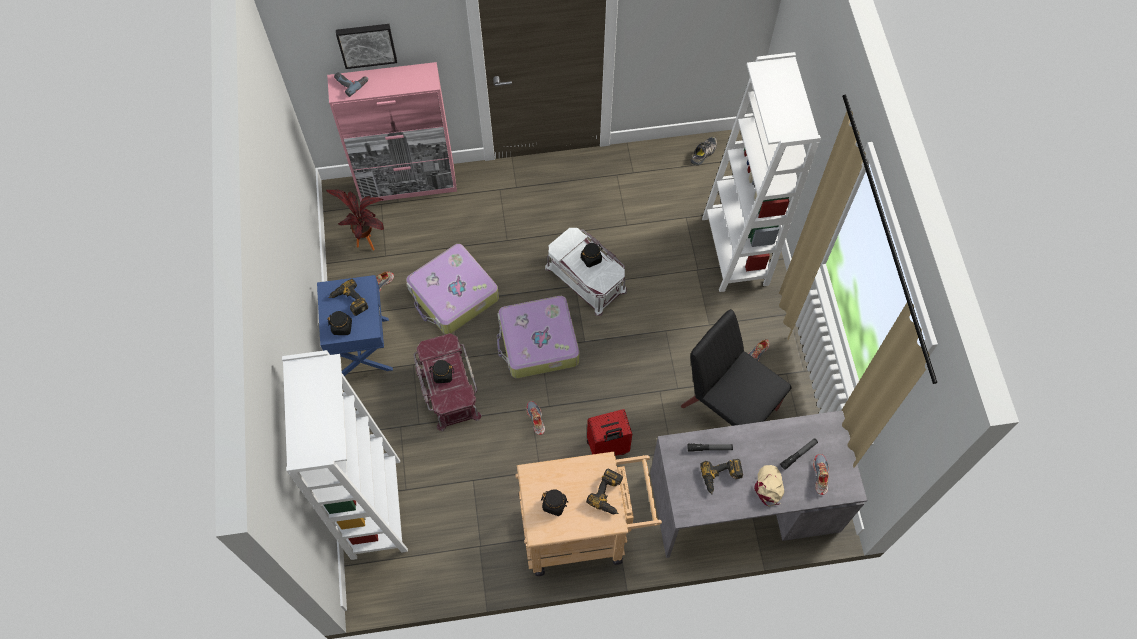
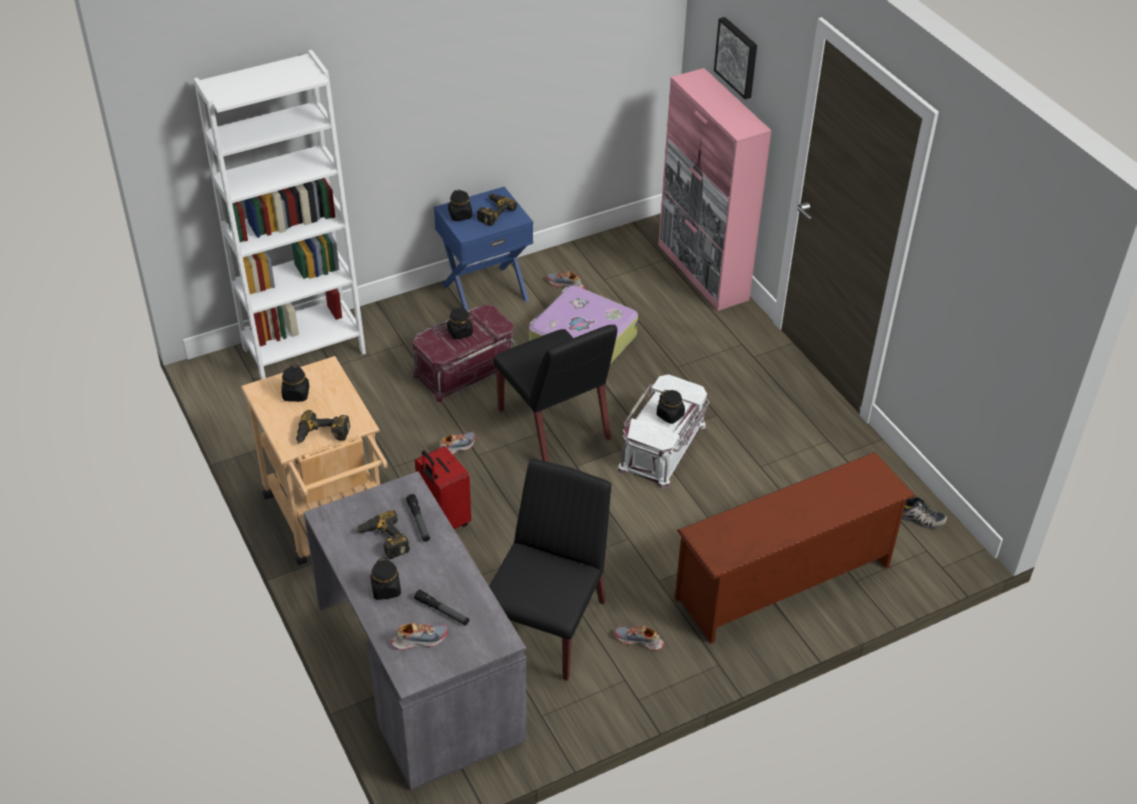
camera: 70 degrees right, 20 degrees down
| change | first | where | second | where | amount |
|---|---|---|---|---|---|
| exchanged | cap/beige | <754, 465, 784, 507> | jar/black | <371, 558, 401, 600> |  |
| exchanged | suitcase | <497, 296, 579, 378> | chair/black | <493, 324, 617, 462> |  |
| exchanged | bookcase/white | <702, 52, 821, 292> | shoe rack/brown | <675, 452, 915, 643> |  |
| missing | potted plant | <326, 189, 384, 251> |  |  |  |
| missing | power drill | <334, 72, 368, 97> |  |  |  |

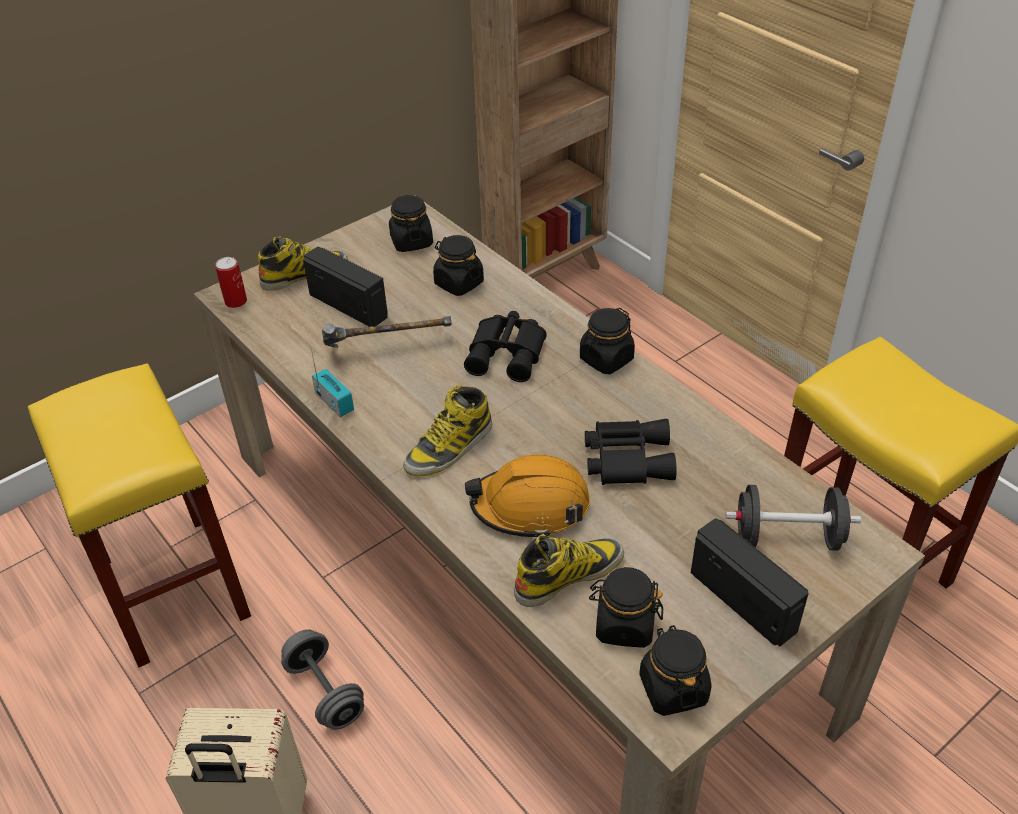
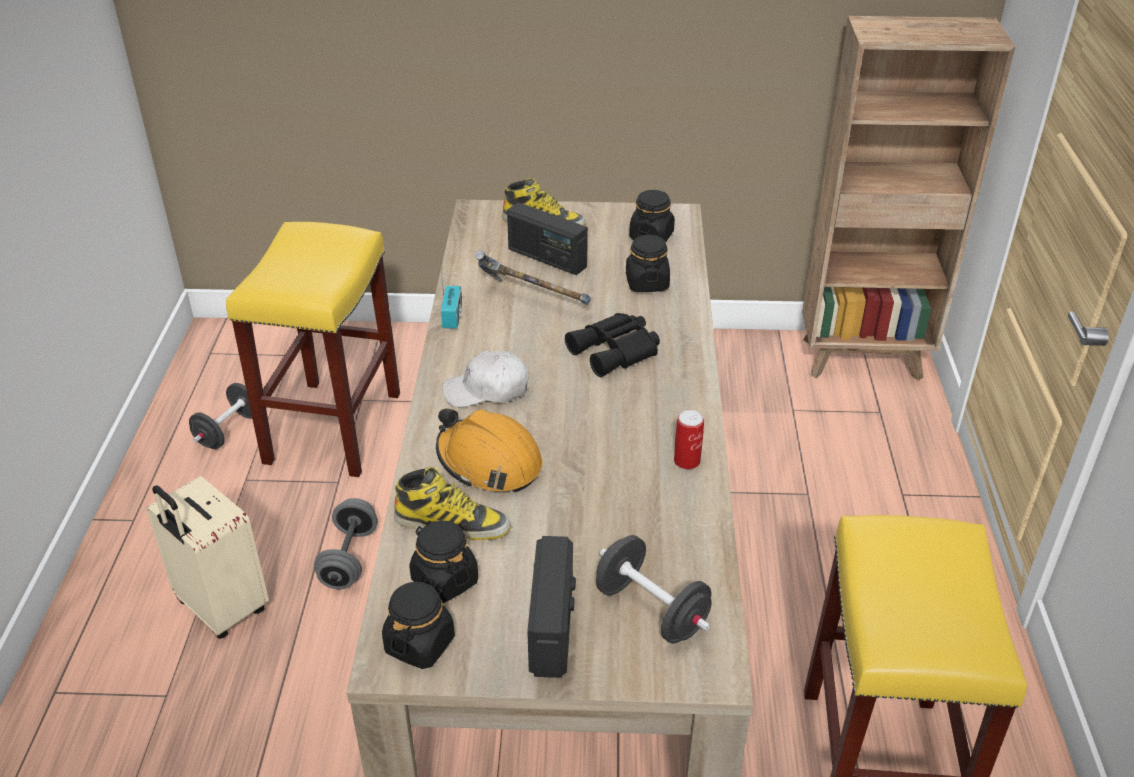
camera: 40 degrees right, 5 degrees down
| change | first | where | second | where | amount |
|---|---|---|---|---|---|
| appeared |  |  | dumbbell/black | <189, 383, 252, 449> |  |
| exchanged | boot | <403, 386, 492, 476> | cap/white | <442, 350, 528, 407> |  |
| spun | radio | <303, 246, 388, 327> |  | <507, 203, 588, 275> | 135 degrees clockwise |
| relocated | can | <215, 257, 247, 308> |  | <674, 410, 704, 469> |  |
| missing | jar/black | <580, 308, 635, 374> |  |  |  |
| missing | binoculars/black | <585, 419, 677, 485> |  |  |  |

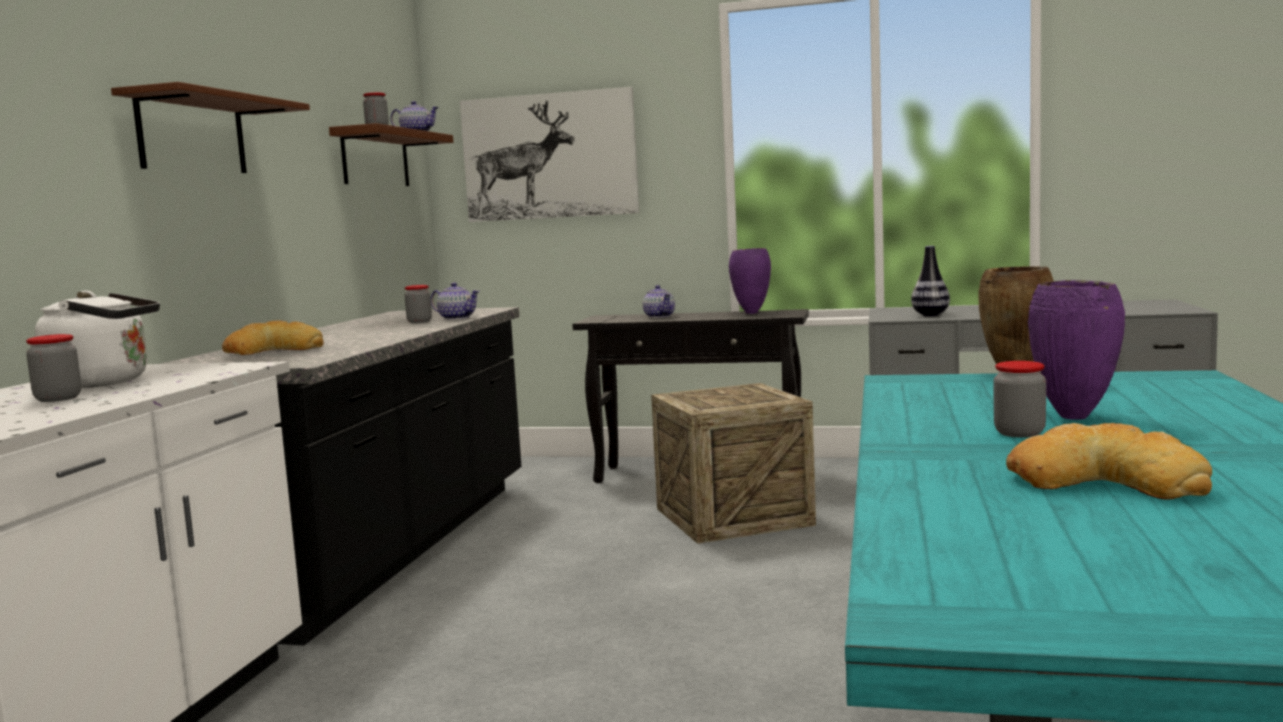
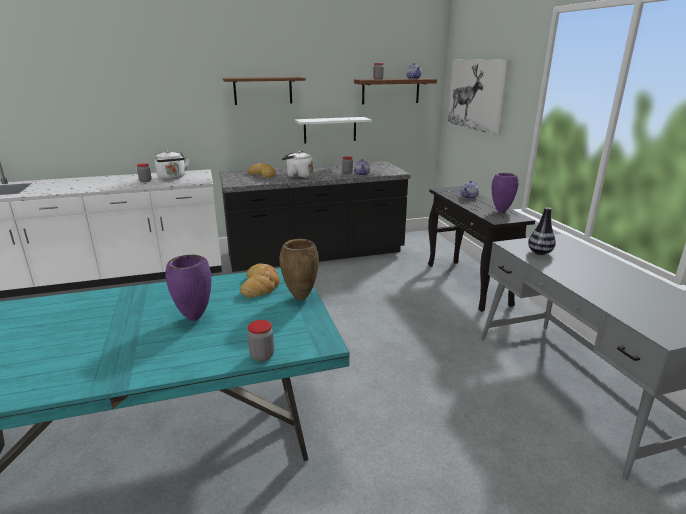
camera: 60 degrees right, 15 degrees up
| change | first | where | second | where | amount |
|---|---|---|---|---|---|
| relocated | bread | <1006, 423, 1212, 500> |  | <240, 264, 280, 298> |  |
| relocated | jar | <994, 361, 1046, 438> |  | <247, 320, 274, 361> |  |
| appeared |  |  | kettle/white | <282, 151, 313, 179> |  |
| appeared |  |  | shelf/white | <295, 117, 372, 144> |  |
| missing | crate | <651, 383, 816, 544> |  |  |  |

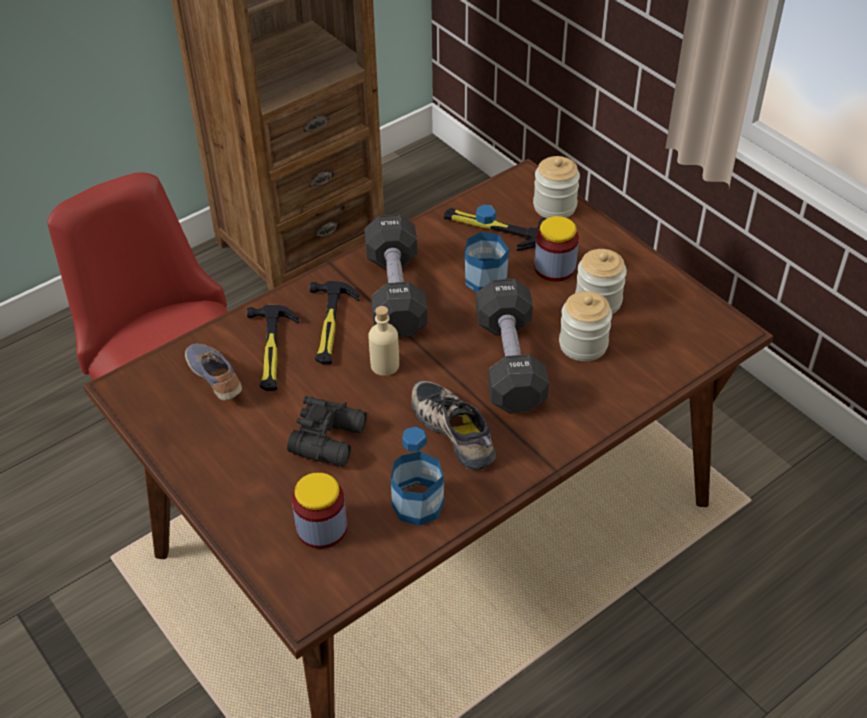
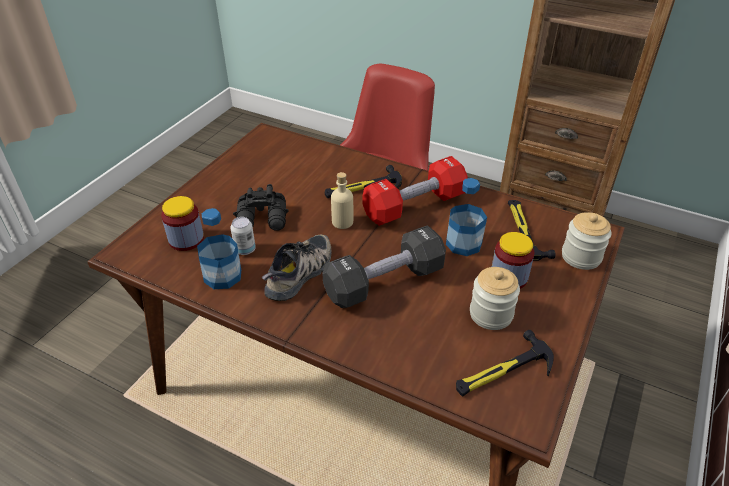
camera: 65 degrees right, 5 degrees down
| change | first | where | second | where | amount |
|---|---|---|---|---|---|
| appeared |  |  | can | <230, 217, 256, 255> |  |
| colour | dumbbell/black | <364, 214, 428, 337> | dumbbell/red | <362, 156, 468, 226> |  |
| relocated | hammer | <247, 305, 299, 391> |  | <456, 330, 554, 396> |  |
| missing | shoe | <185, 344, 242, 400> |  |  |  |
| missing | jar | <559, 291, 612, 361> |  |  |  |

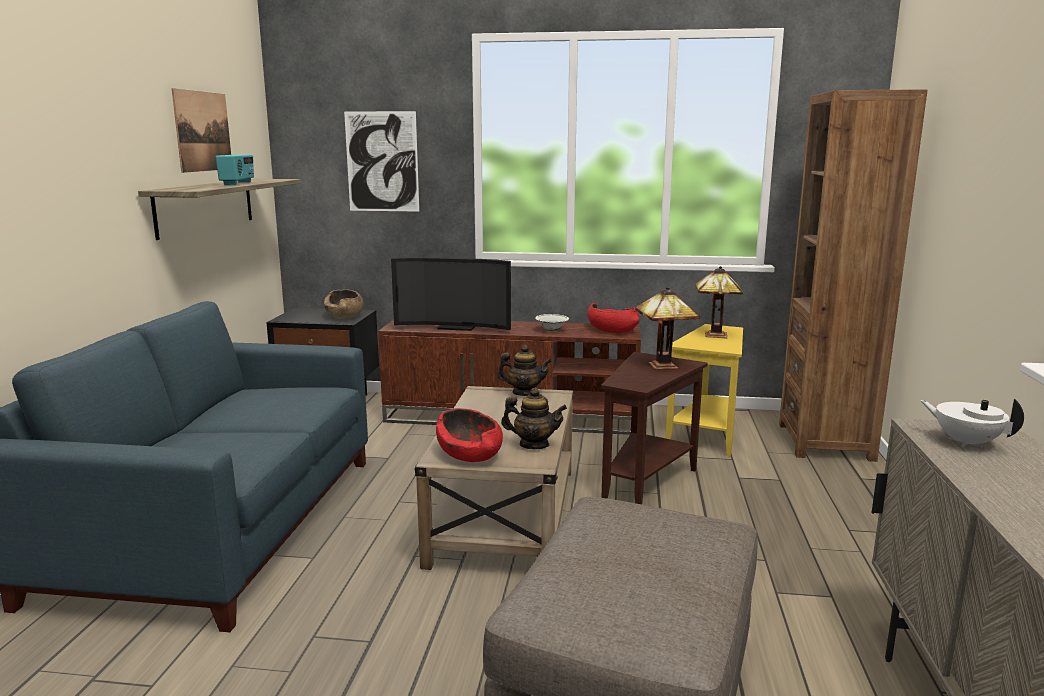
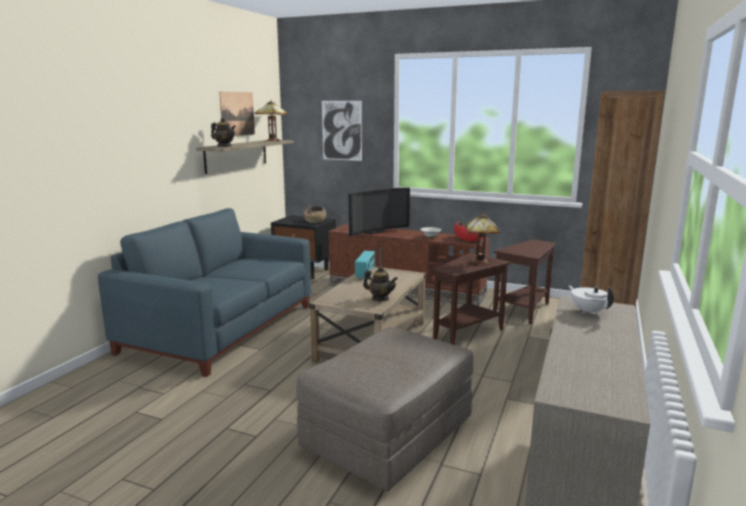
camera: 15 degrees right, 0 degrees up
| change | first | where | second | where | amount |
|---|---|---|---|---|---|
| relocated | teapot | <497, 345, 552, 396> |  | <211, 118, 236, 146> |  |
| relocated | table lamp | <695, 266, 743, 338> |  | <255, 100, 288, 141> |  |
| spun | television | <391, 257, 511, 331> |  | <349, 187, 410, 237> | 60 degrees counterclockwise |
| relocated | radio | <216, 154, 254, 185> |  | <355, 251, 375, 279> |  |
| colour | side table/yellow | <666, 324, 743, 456> | side table/brown | <493, 239, 556, 324> |  |
| missing | bowl/red | <436, 408, 503, 462> |  |  |  |

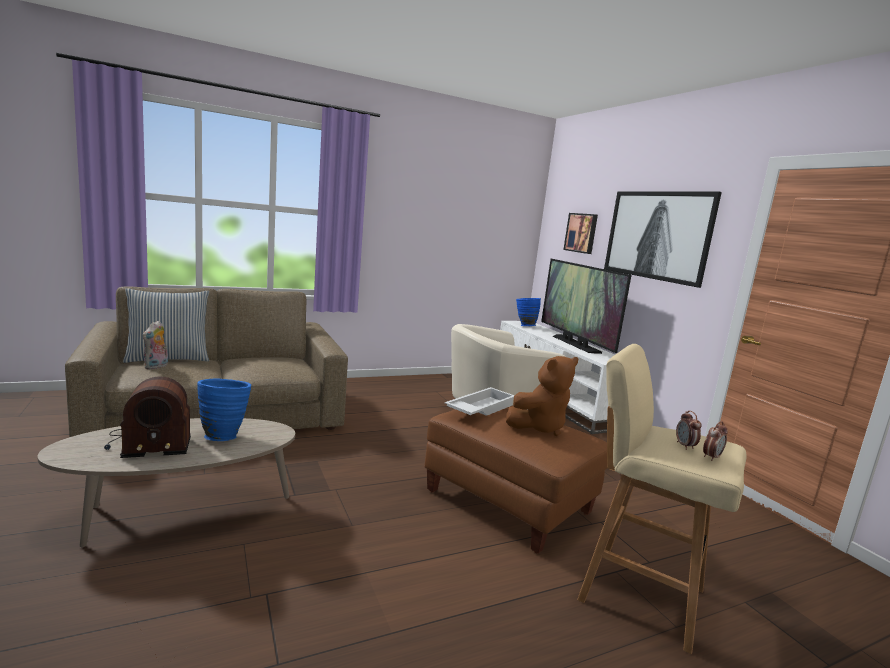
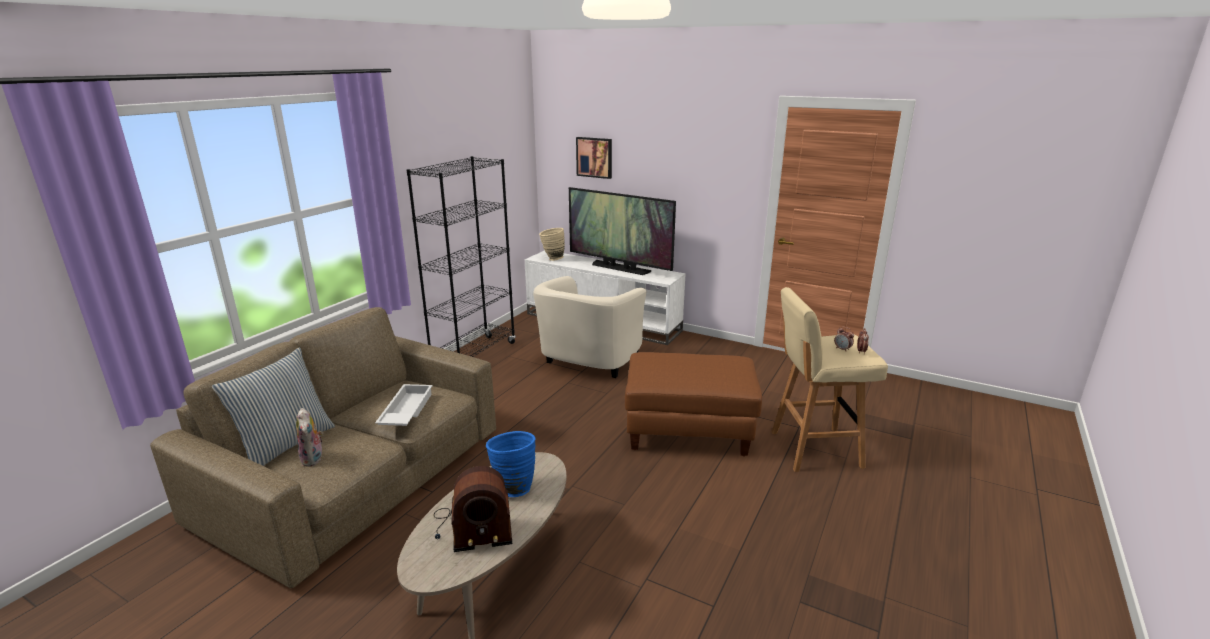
camera: 35 degrees left, 10 degrees up
| change | first | where | second | where | amount |
|---|---|---|---|---|---|
| relocated | tray/white | <445, 387, 515, 416> |  | <375, 384, 433, 426> |  |
| appeared |  |  | bookcase/black | <407, 156, 516, 356> |  |
| spun | radio | <104, 377, 191, 458> |  | <434, 466, 512, 552> | 45 degrees clockwise |
| colour | vase/blue | <516, 298, 541, 326> | vase/beige | <539, 228, 565, 261> |  |
| missing | plush toy/brown | <506, 356, 578, 436> |  |  |  |
| missing | picture | <604, 191, 722, 288> |  |  |  |

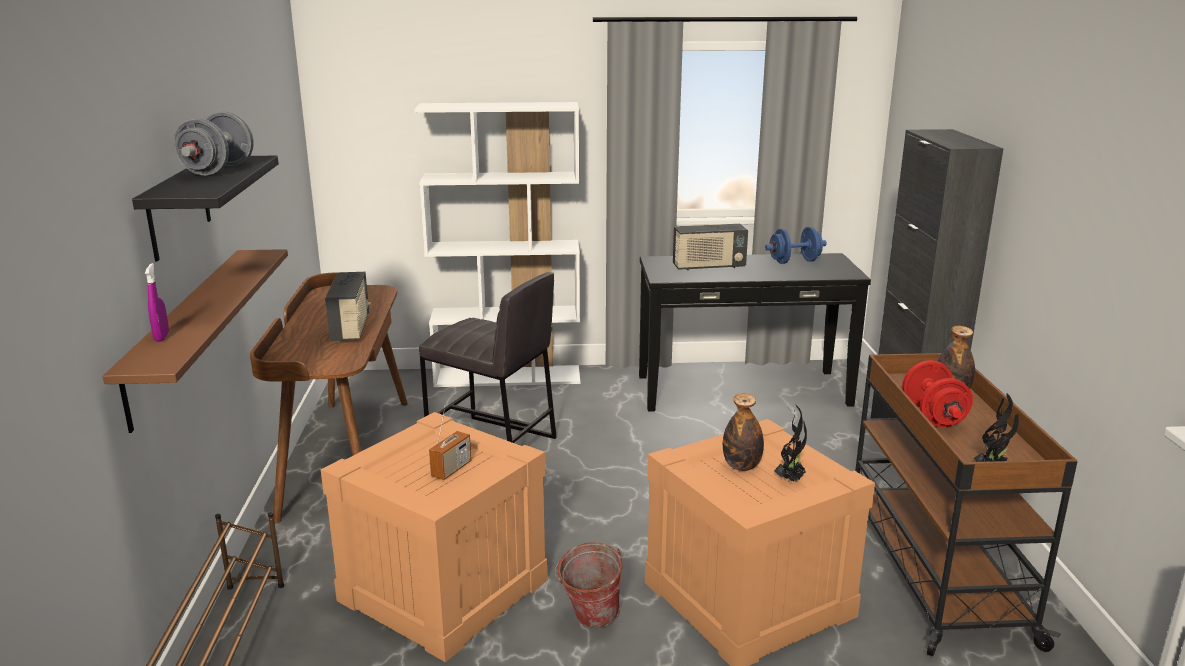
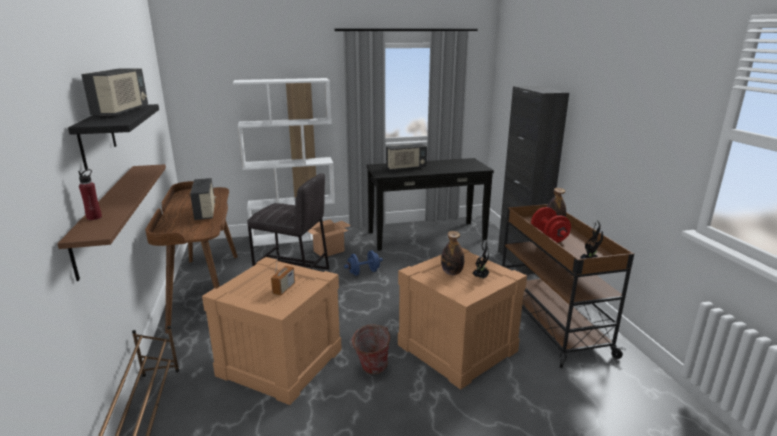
camera: 10 degrees left, 0 degrees up
| change | first | where | second | where | amount |
|---|---|---|---|---|---|
| exchanged | spray bottle/purple | <145, 263, 169, 342> | bottle/red | <78, 169, 102, 220> |  |
| exchanged | dumbbell/grey | <174, 111, 254, 175> | radio | <81, 69, 148, 116> |  |
| appeared |  |  | cardboard box | <308, 219, 351, 258> |  |
| relocated | dumbbell/blue | <765, 227, 827, 264> |  | <344, 250, 383, 276> |  |

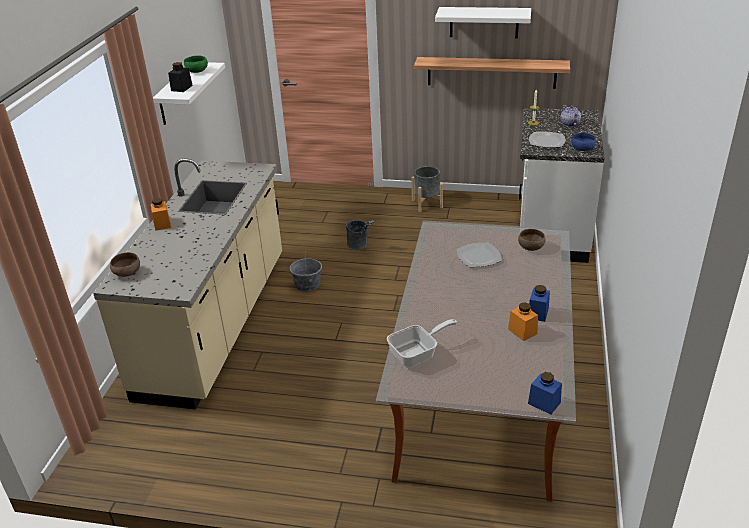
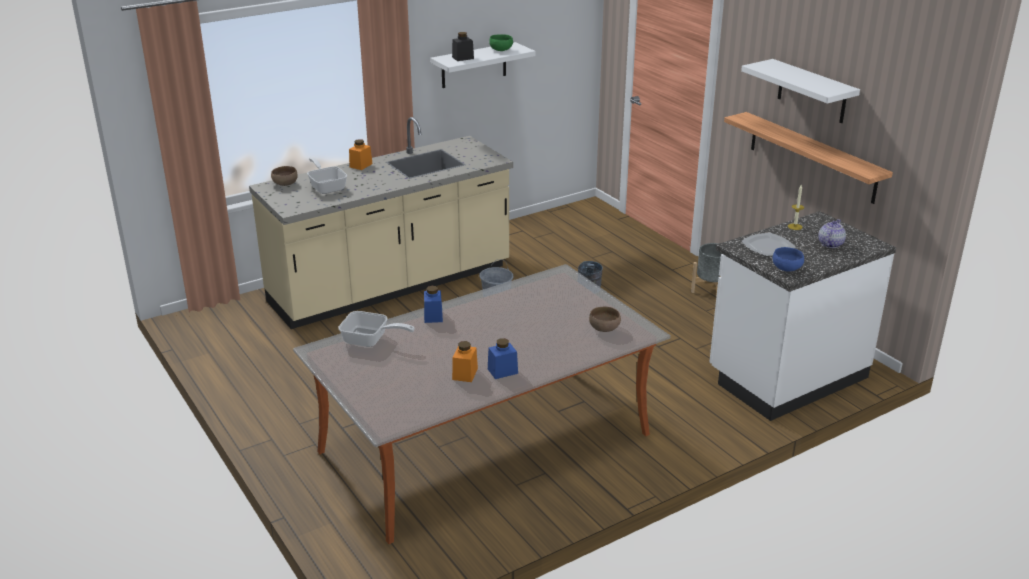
camera: 45 degrees right, 5 degrees down
| change | first | where | second | where | amount |
|---|---|---|---|---|---|
| appeared |  |  | frying pan | <307, 157, 347, 194> |  |
| relocated | jar/blue | <528, 372, 562, 415> |  | <424, 286, 443, 323> |  |
| missing | plate | <457, 243, 502, 267> |  |  |  |

